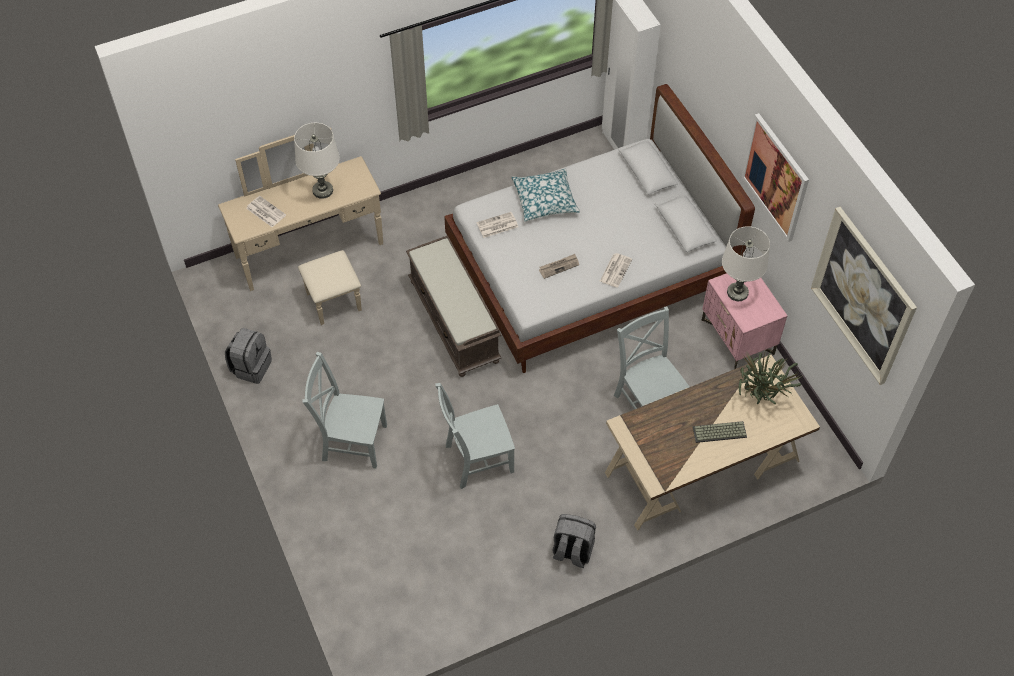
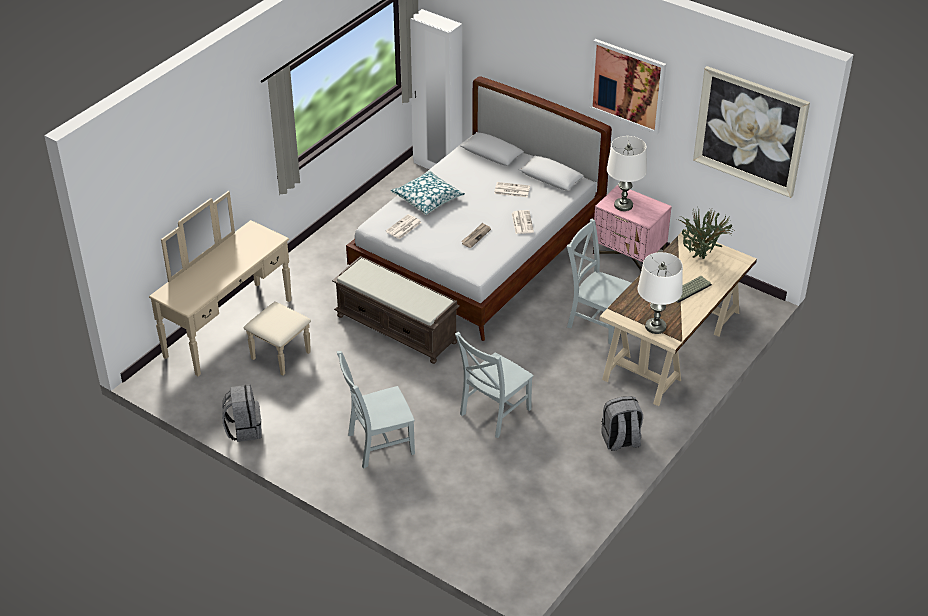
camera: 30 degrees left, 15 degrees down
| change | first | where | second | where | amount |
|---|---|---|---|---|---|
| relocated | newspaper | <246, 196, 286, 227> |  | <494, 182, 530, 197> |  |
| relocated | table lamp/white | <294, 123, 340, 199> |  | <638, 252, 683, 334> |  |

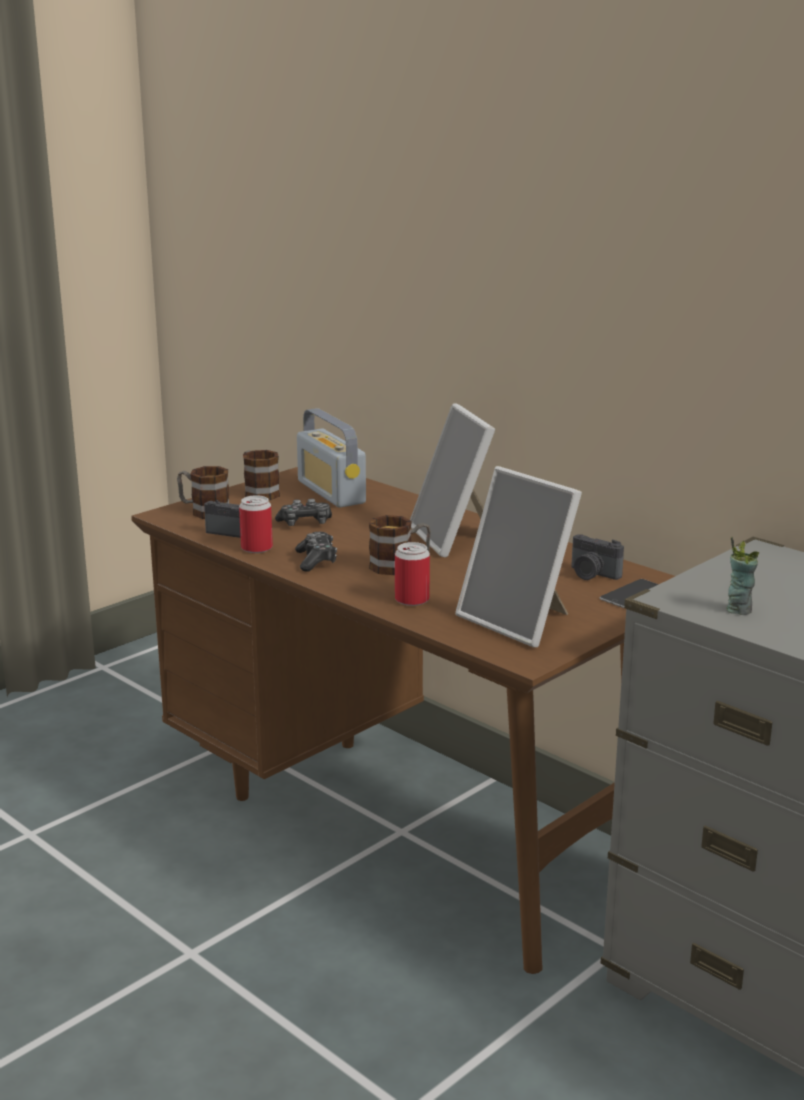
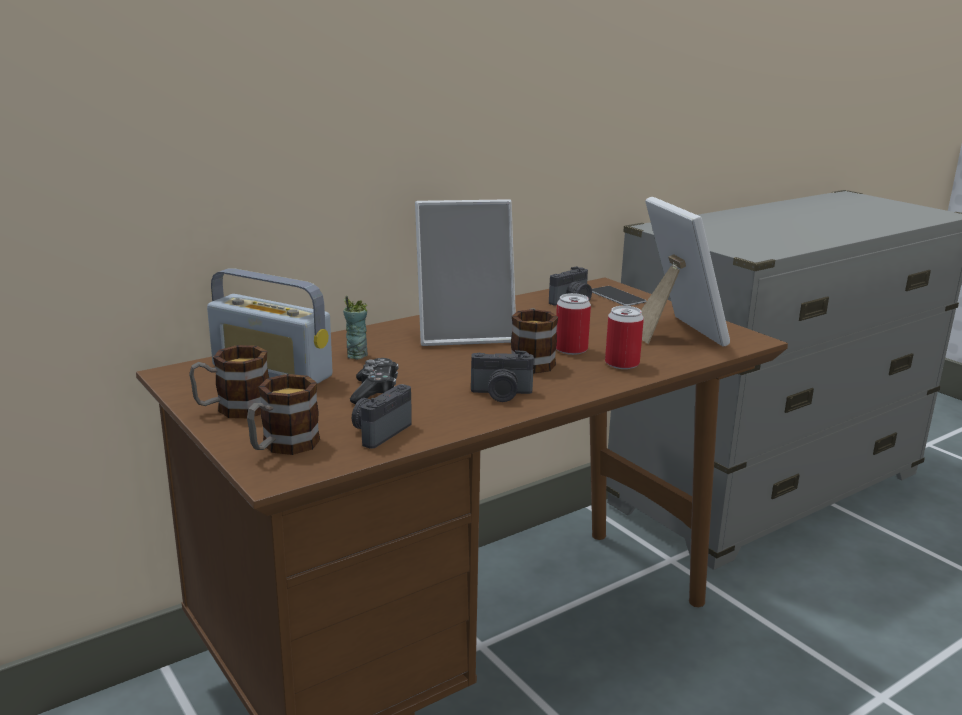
camera: 80 degrees left, 0 degrees up
| change | first | where | second | where | amount |
|---|---|---|---|---|---|
| spun | radio | <297, 408, 366, 508> |  | <207, 268, 333, 384> | 45 degrees clockwise |
| relocated | cup | <726, 537, 759, 615> |  | <343, 295, 368, 359> |  |
| exchanged | game controller | <295, 532, 337, 572> | photo camera | <471, 350, 534, 402> |  |
| relocated | can | <239, 495, 273, 553> |  | <556, 293, 591, 355> |  |
| spun | picture frame | <455, 466, 582, 648> |  | <641, 197, 730, 347> | 75 degrees counterclockwise |

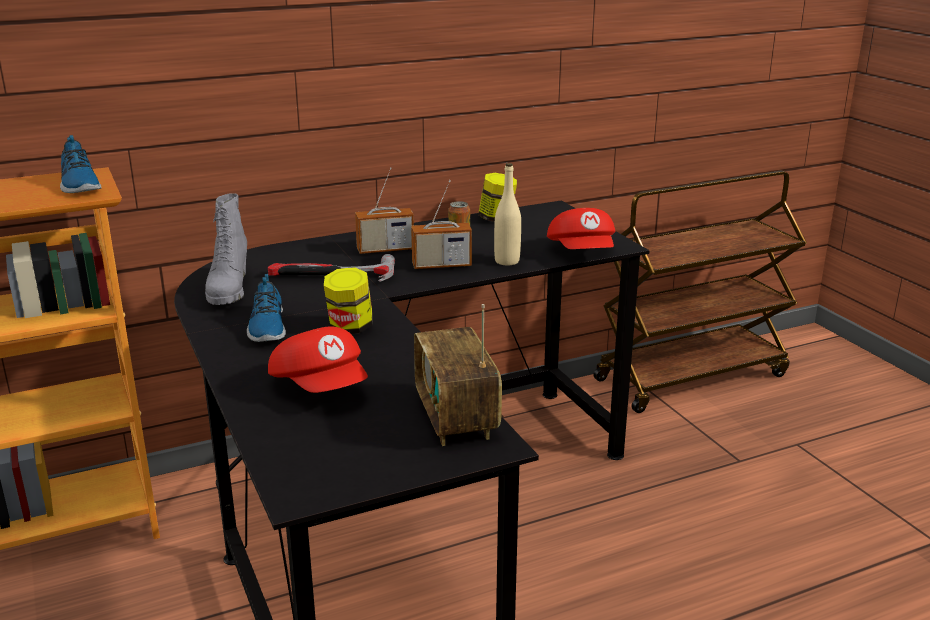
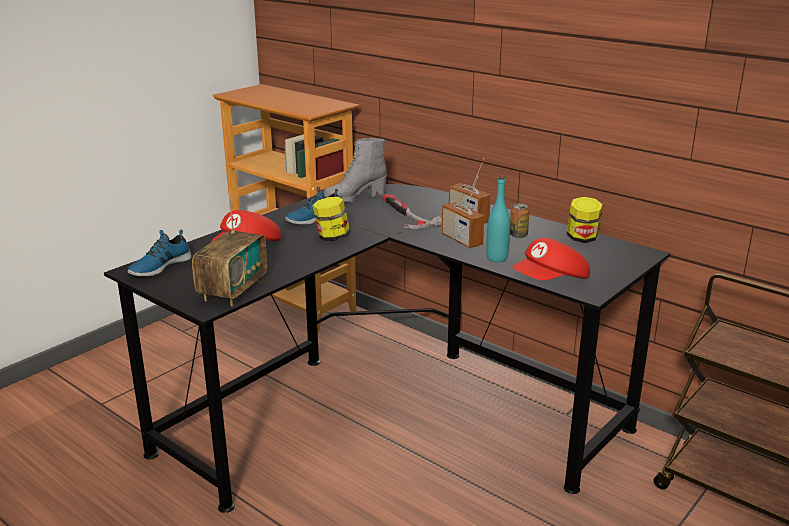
camera: 65 degrees right, 0 degrees up
| change | first | where | second | where | amount |
|---|---|---|---|---|---|
| relocated | shoe | <60, 135, 102, 193> |  | <128, 230, 192, 276> |  |
| spun | radio | <414, 304, 502, 446> |  | <192, 193, 267, 306> | 150 degrees clockwise |
| colour | bottle/beige | <494, 163, 521, 265> | bottle/turquoise | <486, 176, 510, 262> |  |

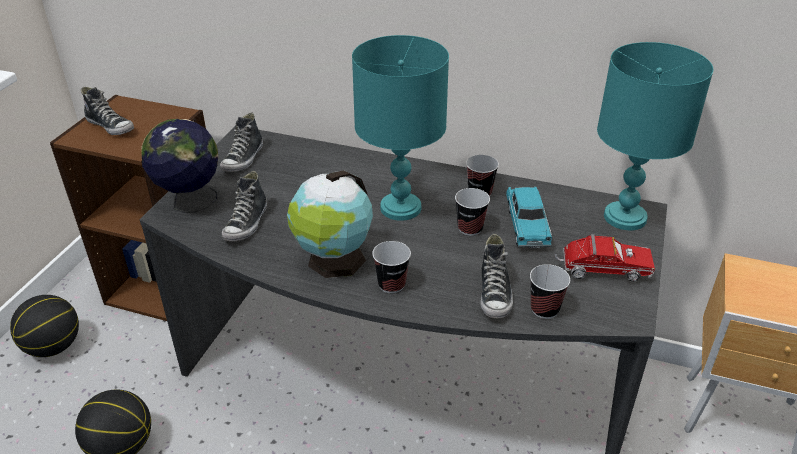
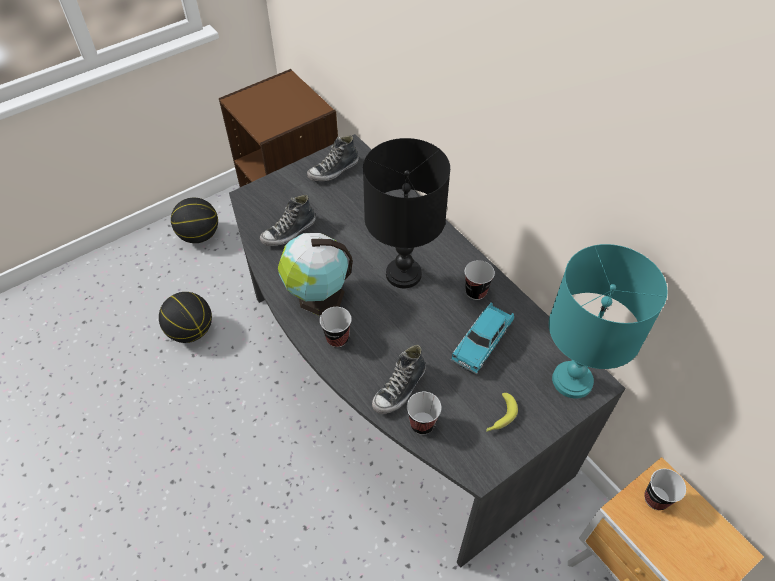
camera: 35 degrees right, 15 degrees up
| change | first | where | second | where | amount |
|---|---|---|---|---|---|
| colour | table lamp/turquoise | <352, 35, 449, 221> | table lamp/black | <363, 138, 450, 288> |  |
| exchanged | toy truck | <555, 234, 655, 281> | banana | <486, 393, 518, 432> |  |
| relocated | cup | <455, 188, 490, 236> |  | <644, 469, 686, 510> |  |
| missing | shoe | <81, 87, 134, 135> |  |  |  |
| missing | globe | <141, 119, 218, 213> |  |  |  |

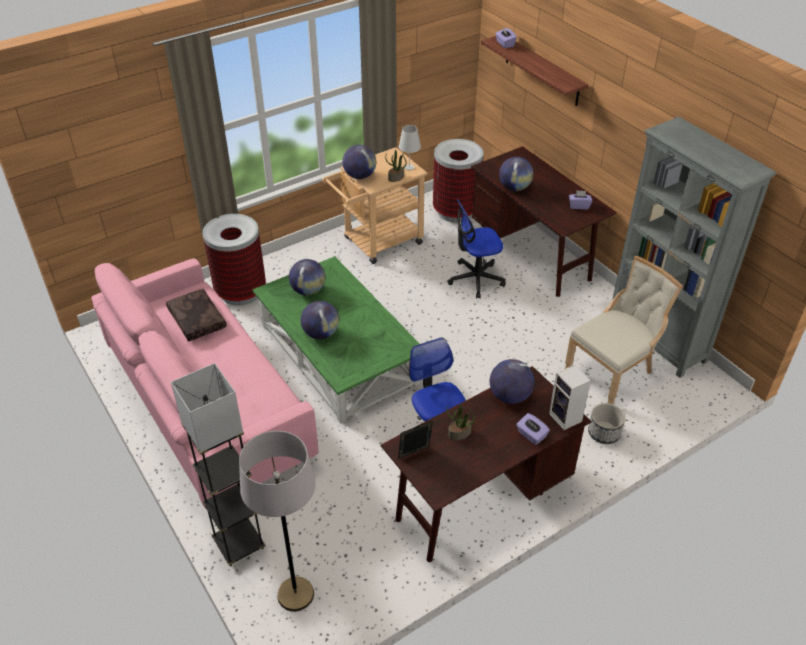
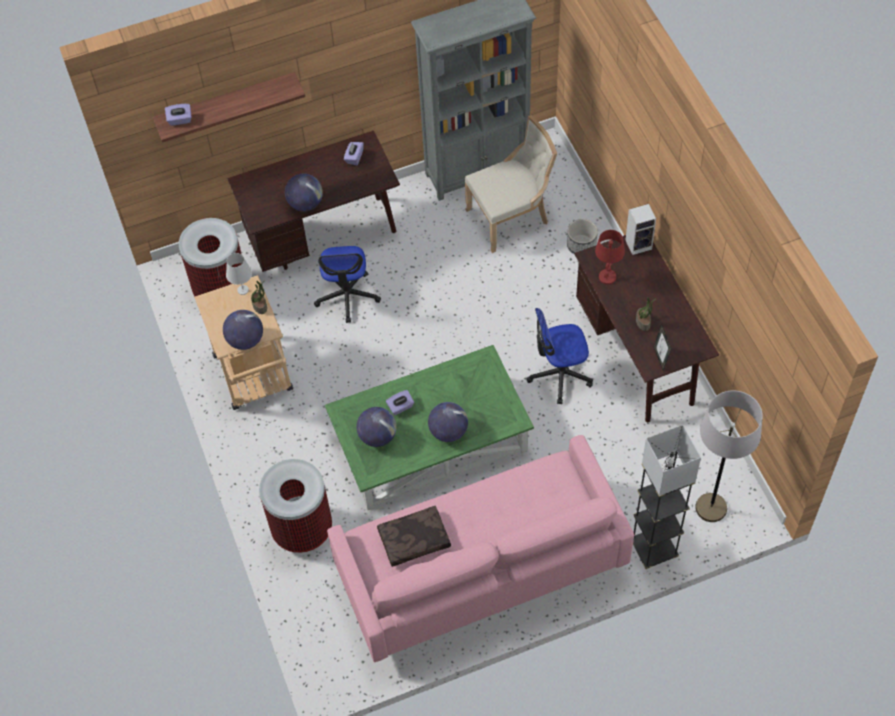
camera: 75 degrees left, 15 degrees up
| change | first | where | second | where | amount |
|---|---|---|---|---|---|
| relocated | tissue box/purple | <516, 413, 550, 445> |  | <386, 390, 414, 415> |  |
| spun | chair/beige | <565, 256, 683, 405> |  | <465, 115, 557, 253> | 90 degrees clockwise |
| exchanged | globe | <490, 359, 535, 404> | table lamp/red | <595, 230, 625, 285> |  |

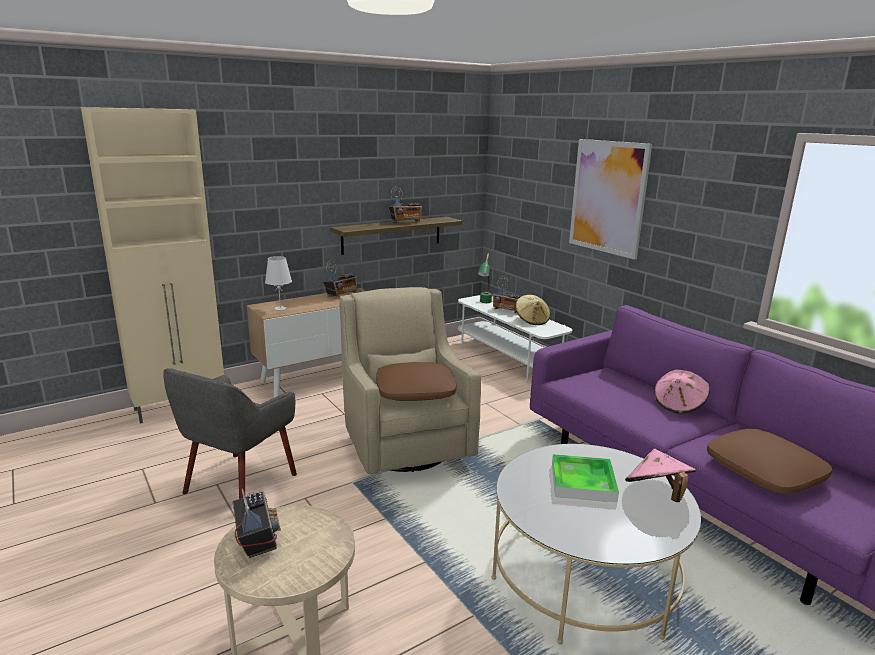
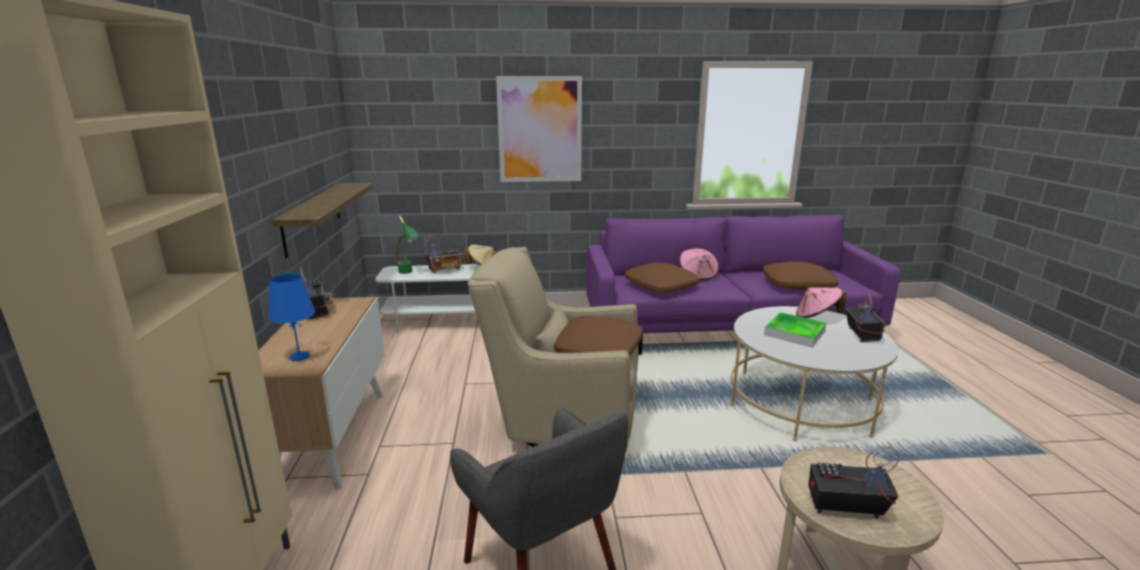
camera: 60 degrees left, 0 degrees up
| change | first | where | second | where | amount |
|---|---|---|---|---|---|
| colour | table lamp/white | <265, 256, 292, 311> | table lamp/blue | <268, 273, 315, 361> |  |
| appeared |  |  | pillow/brown | <625, 262, 700, 293> |  |
| relocated | radio | <389, 187, 422, 222> |  | <845, 292, 885, 342> |  |

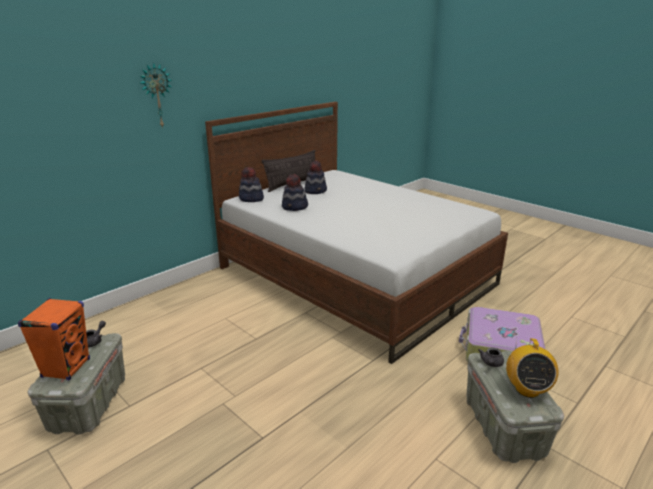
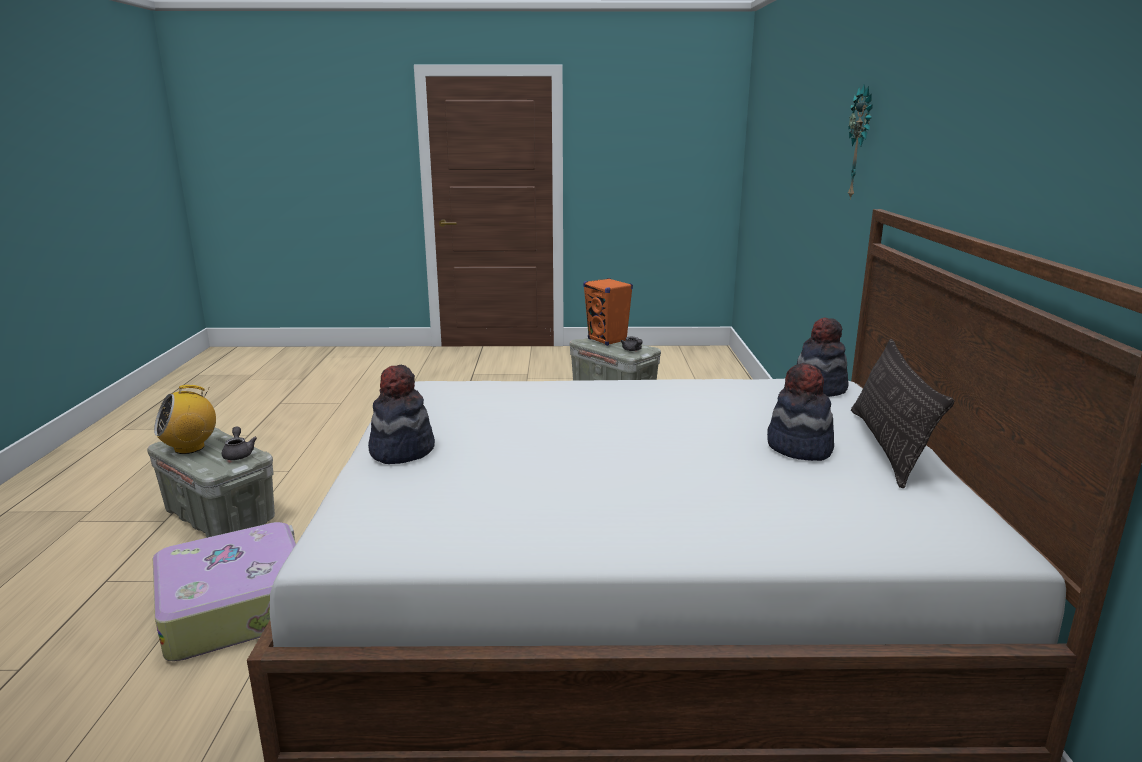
camera: 135 degrees right, 5 degrees down
| change | first | where | second | where | amount |
|---|---|---|---|---|---|
| spun | radio | <506, 338, 558, 398> |  | <154, 385, 216, 454> | 90 degrees counterclockwise |
| relocated | hat | <282, 174, 308, 211> |  | <368, 365, 435, 464> |  |

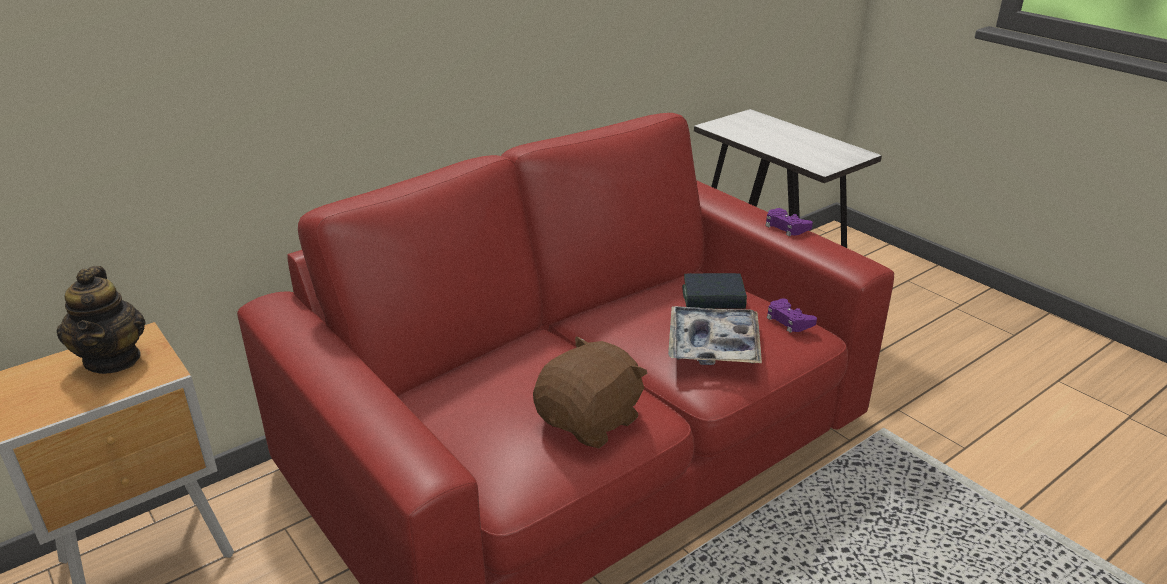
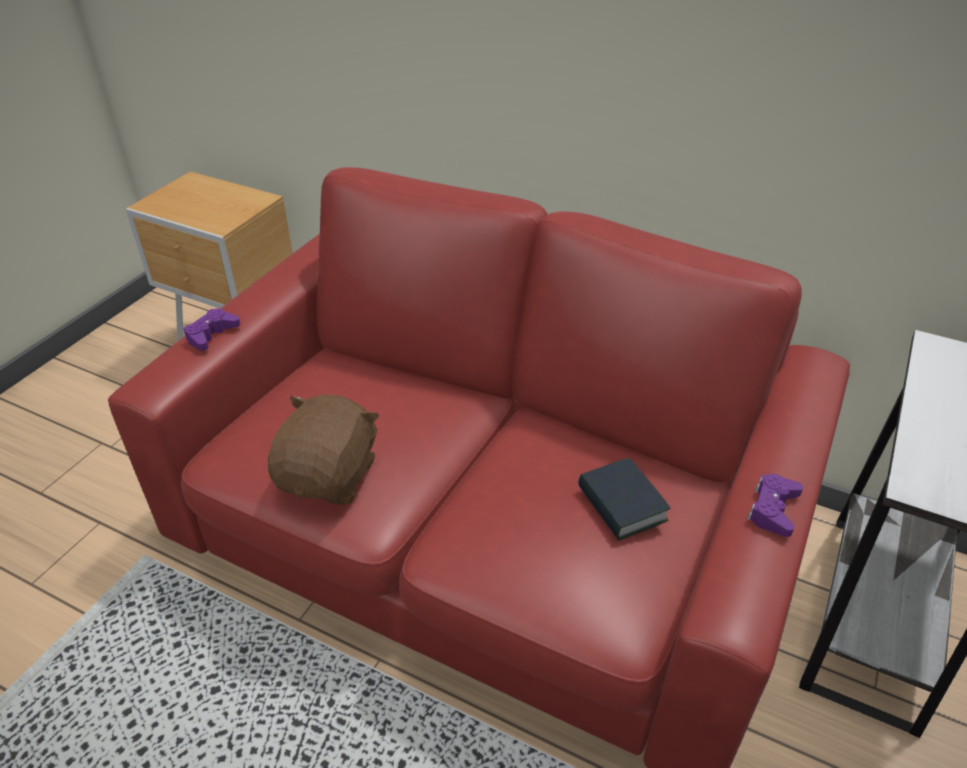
camera: 65 degrees right, 10 degrees up
| change | first | where | second | where | amount |
|---|---|---|---|---|---|
| relocated | game controller/purple | <767, 298, 817, 333> |  | <183, 308, 240, 351> |  |
| spun | plush toy/brown | <533, 336, 647, 448> |  | <268, 395, 379, 504> | 90 degrees counterclockwise |
| missing | teapot | <57, 266, 146, 374> |  |  |  |
| missing | tray | <668, 306, 762, 365> |  |  |  |

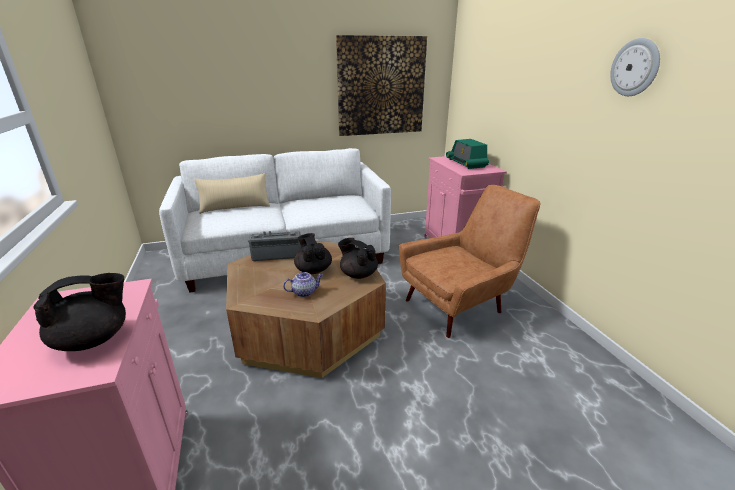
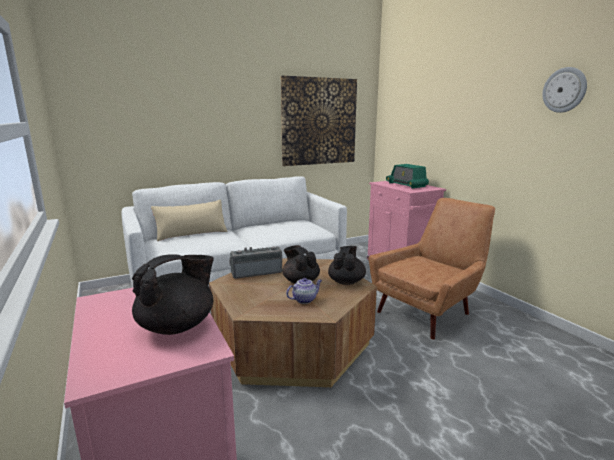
camera: 10 degrees left, 10 degrees down
| change | first | where | second | where | amount |
|---|---|---|---|---|---|
| spun | teapot/black | <338, 238, 378, 279> |  | <328, 246, 366, 285> | 75 degrees clockwise |

